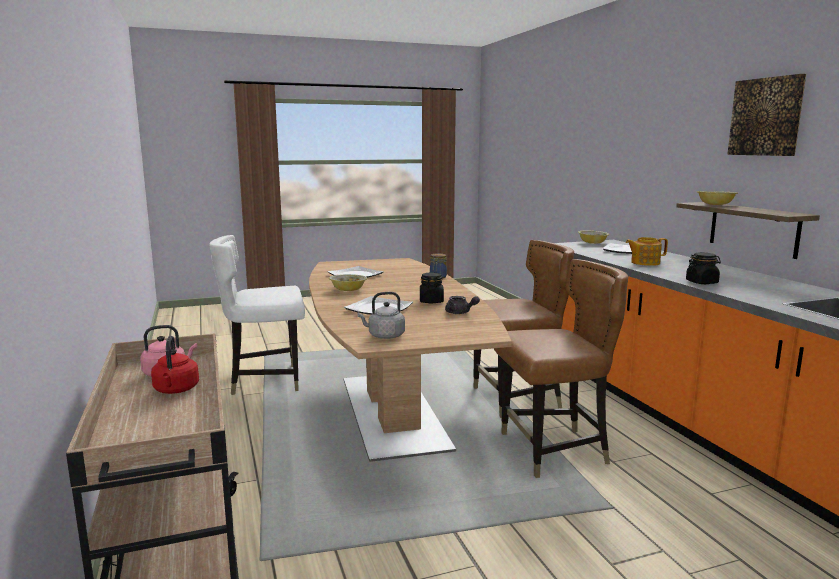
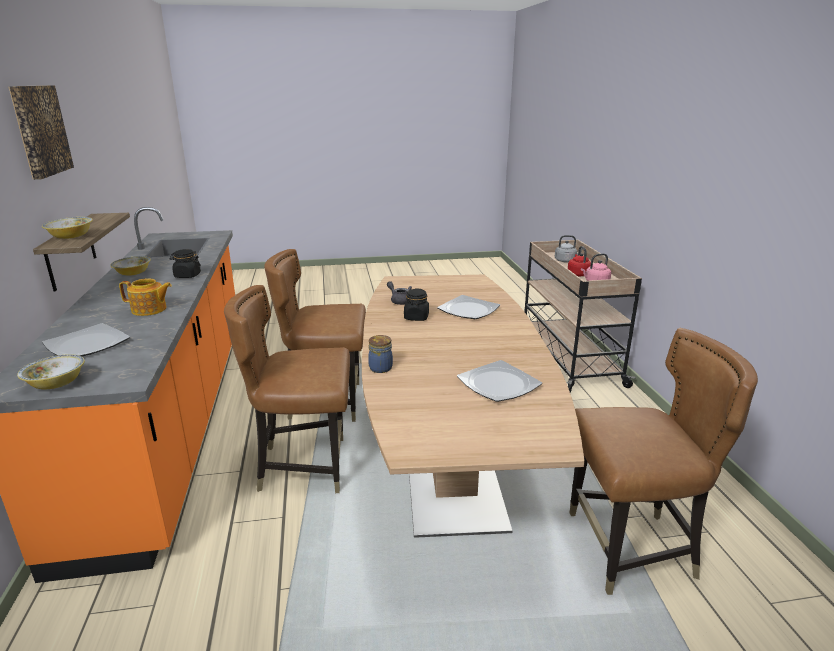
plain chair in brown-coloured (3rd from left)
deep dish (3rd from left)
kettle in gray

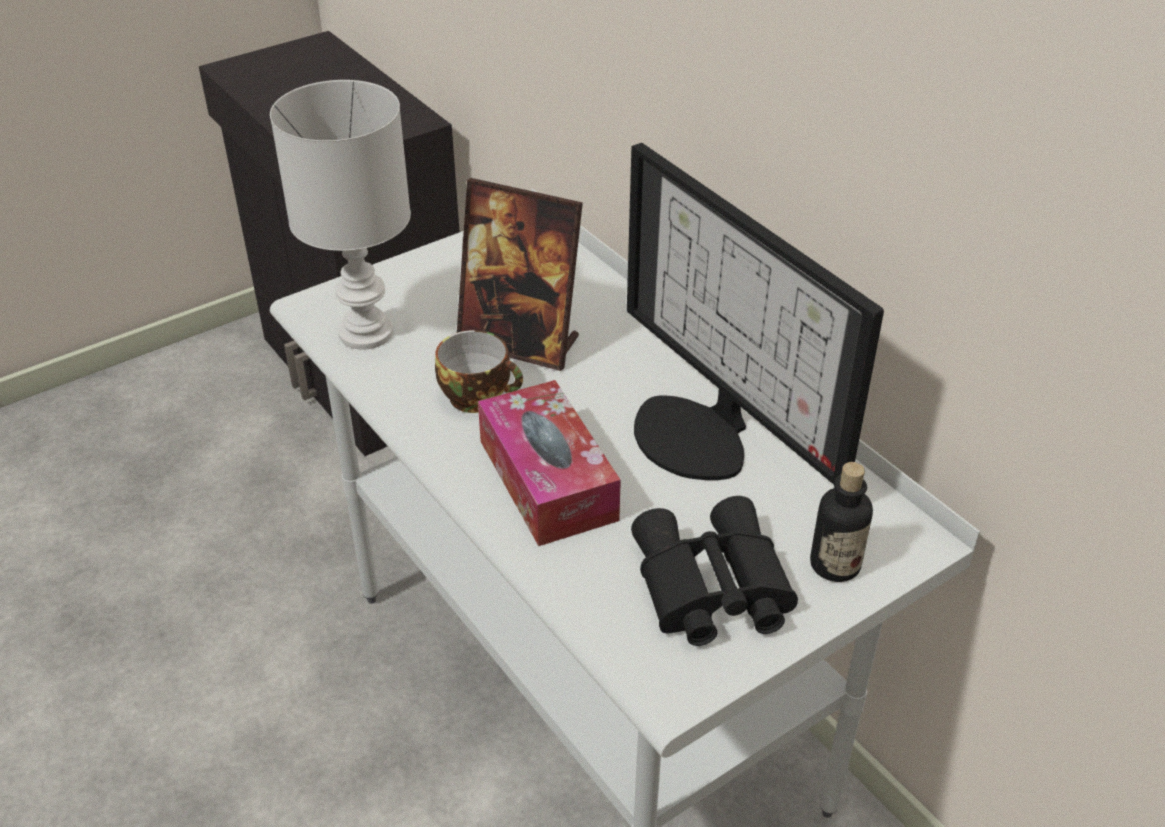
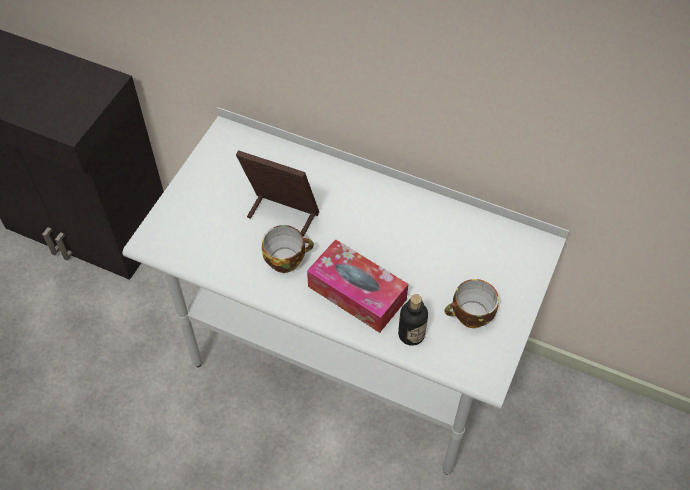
table lamp in white
standing frame
computer screen
small cup (2nd from left)
beverage bottle

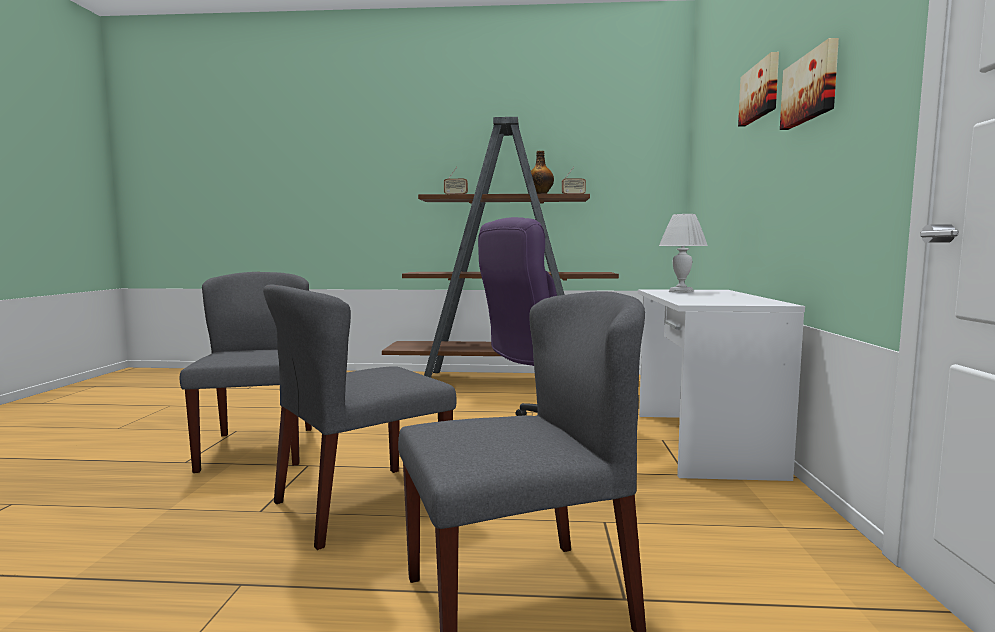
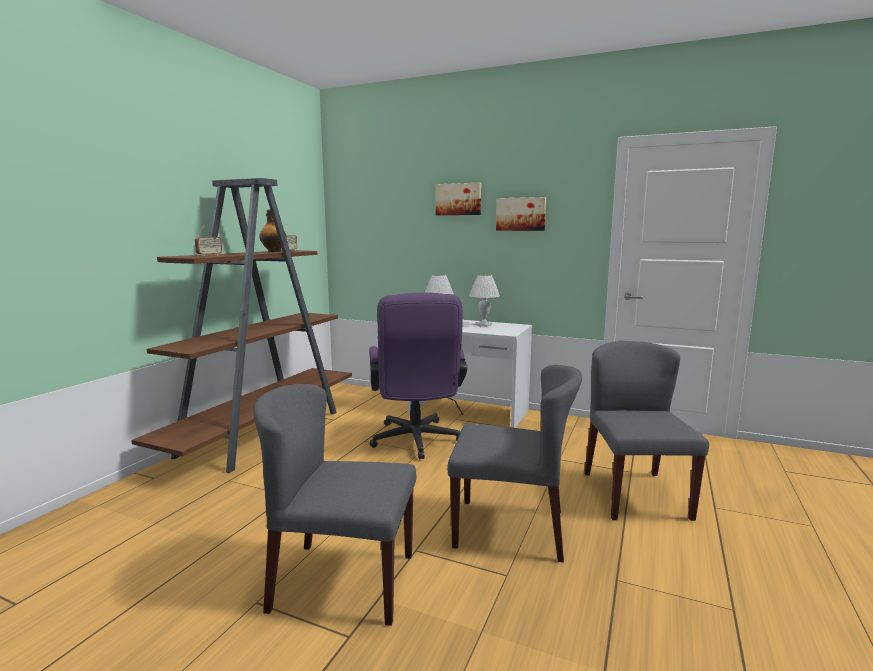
plain chair in gray (2nd from left)
table lamp in white (2nd from left)

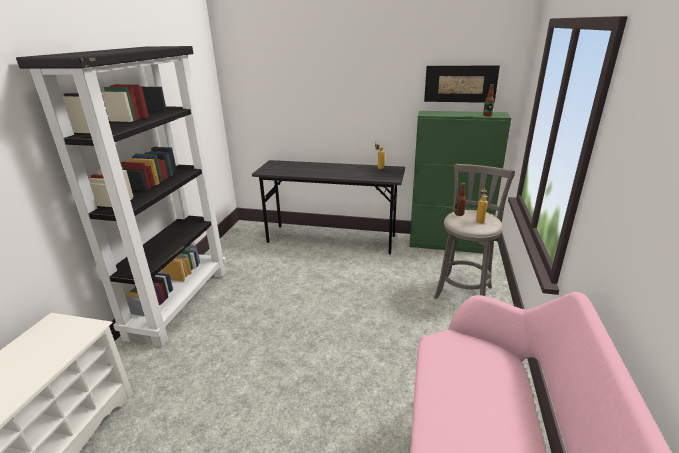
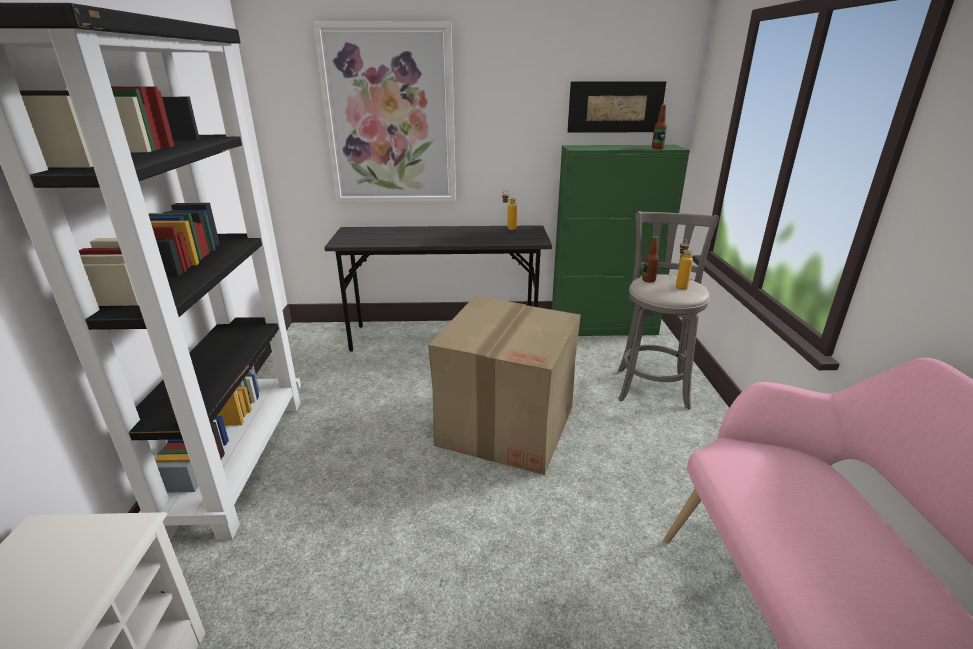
wall art (1st from left)
carton

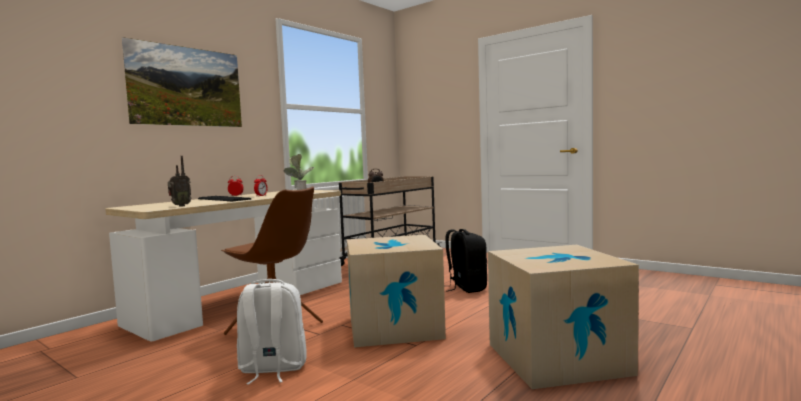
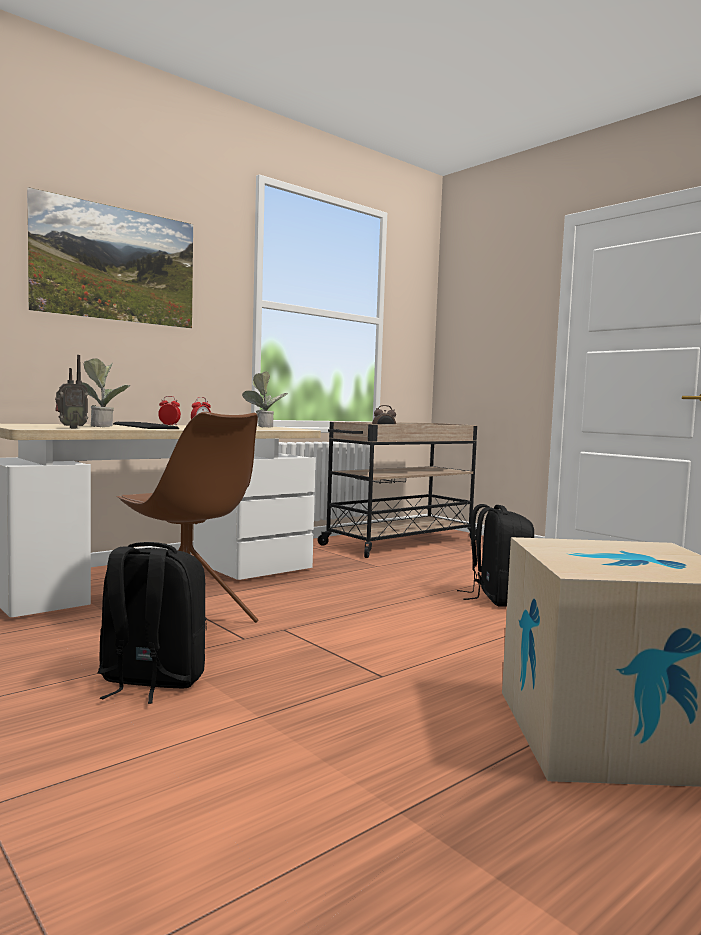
knapsack in blackish (1st from left)
carton (1st from left in the first image)
potted plant (1st from left)

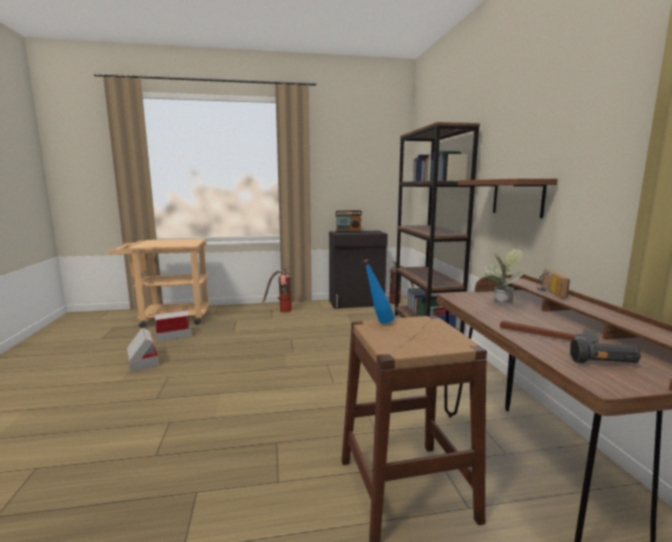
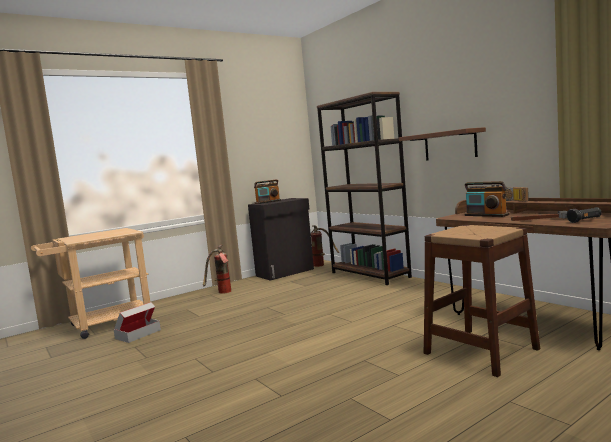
carton (1st from left in the first image)
beverage bottle in bluish
radio set (2nd from left)

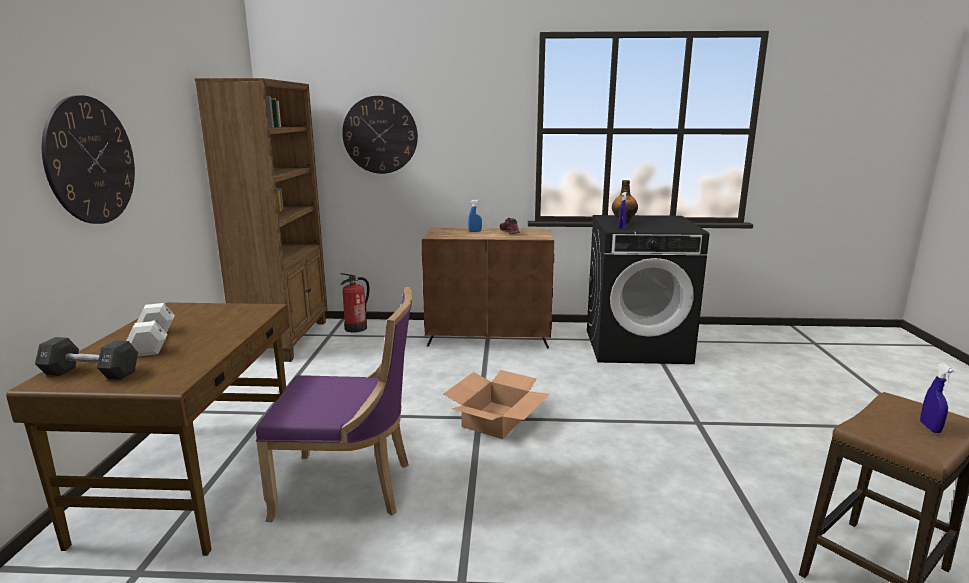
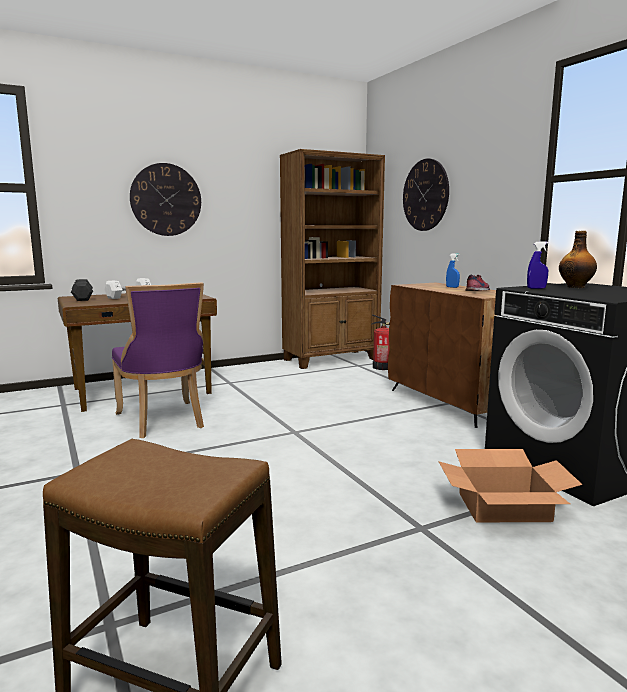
carton
sprayer in bluish (3rd from left in the first image)

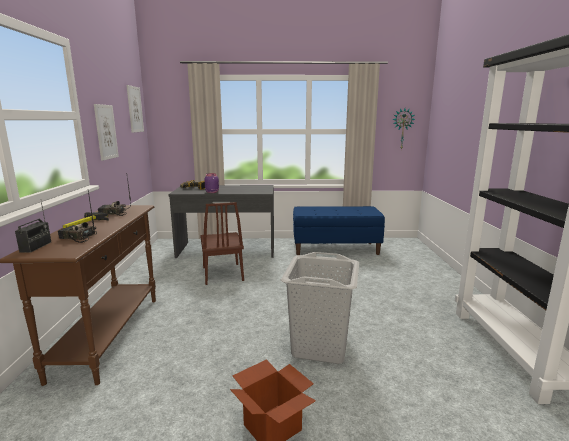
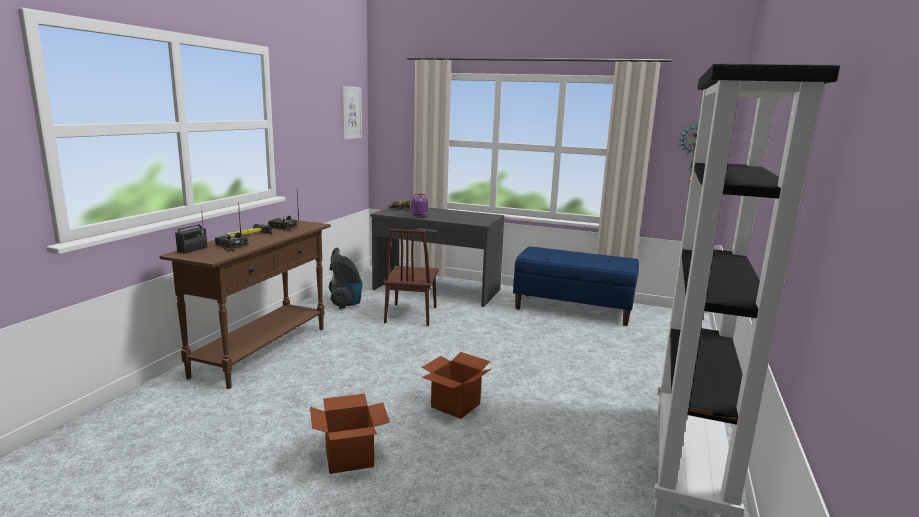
wall art (1st from left in the first image)
carton (2nd from left)
hoover

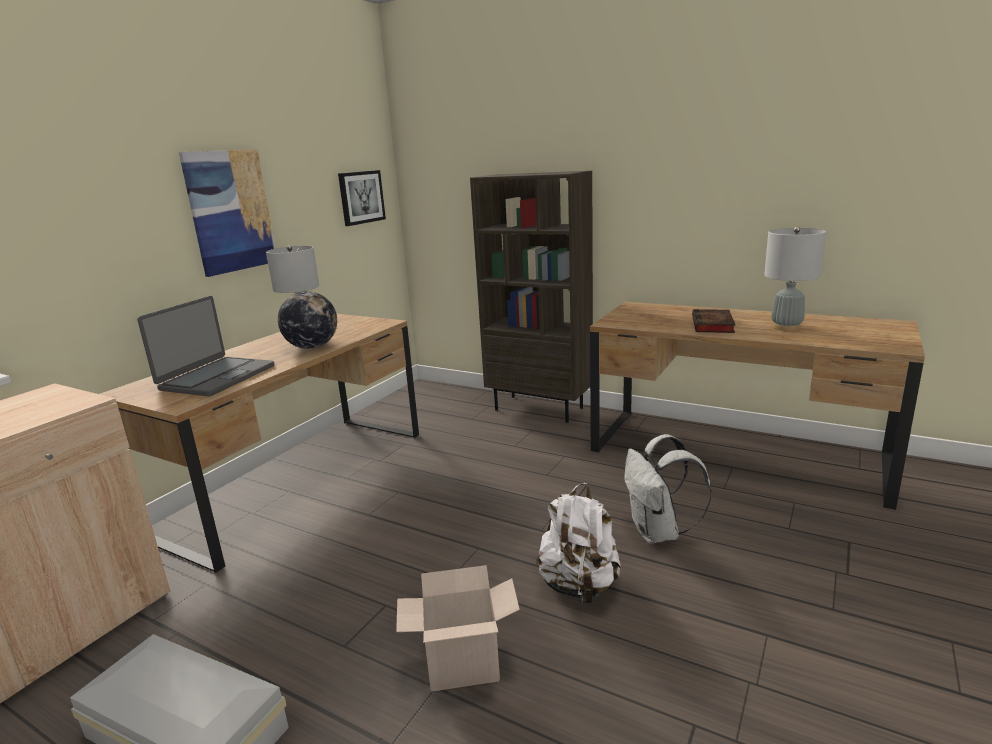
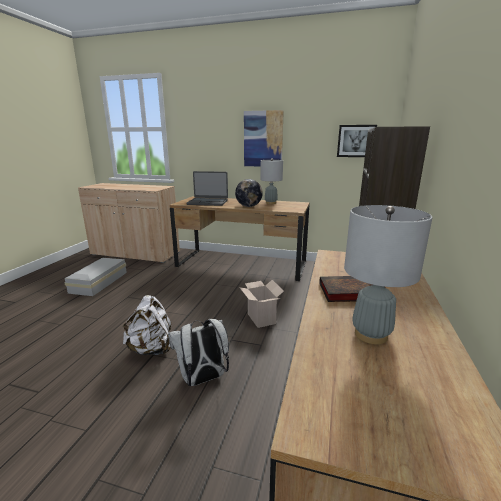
carton

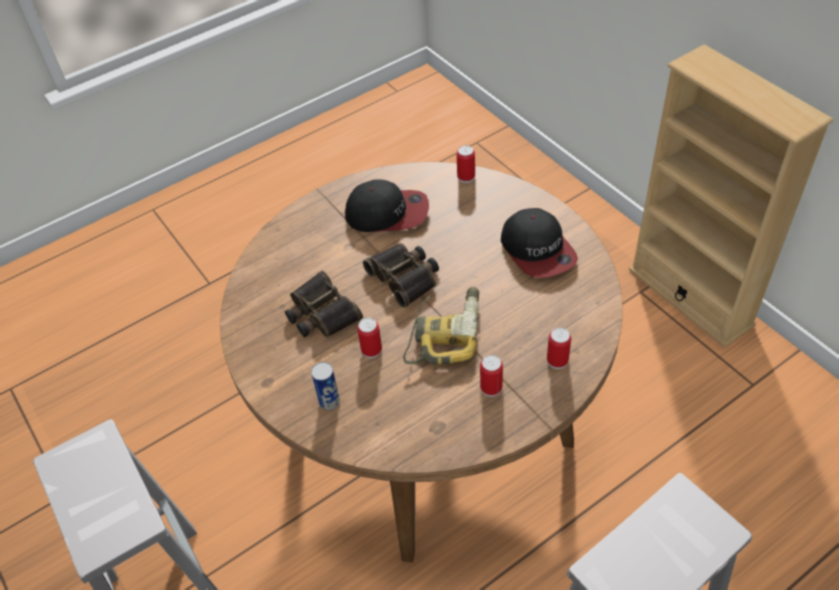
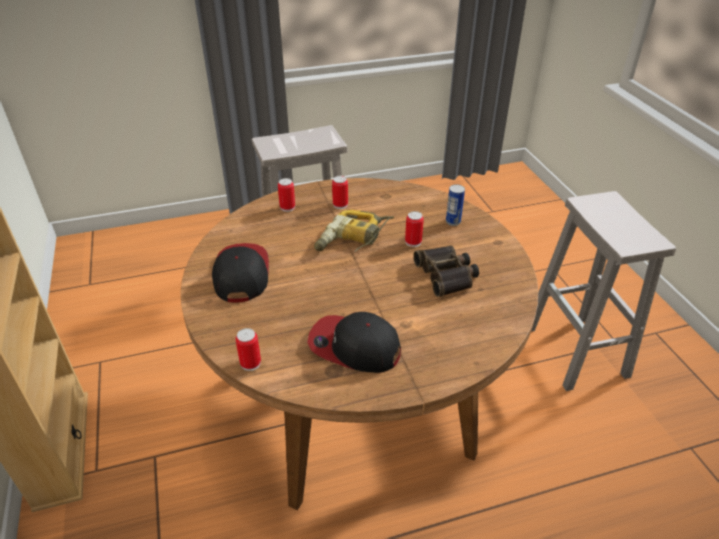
pair of binoculars (2nd from left in the first image)

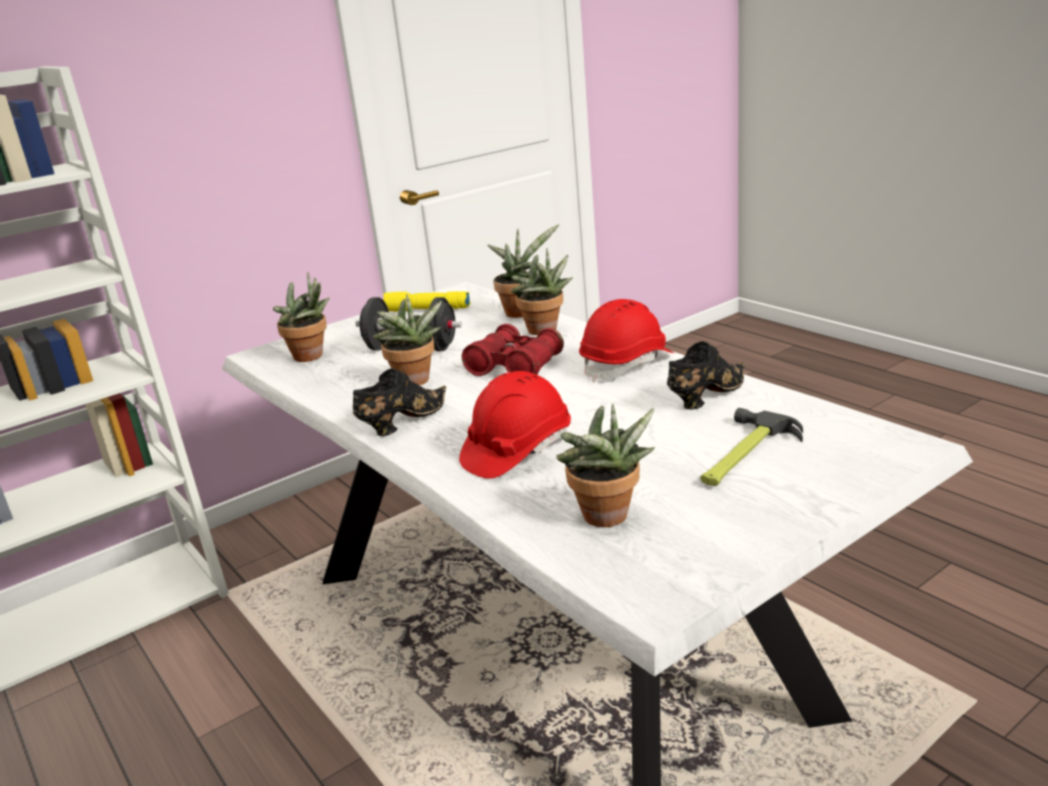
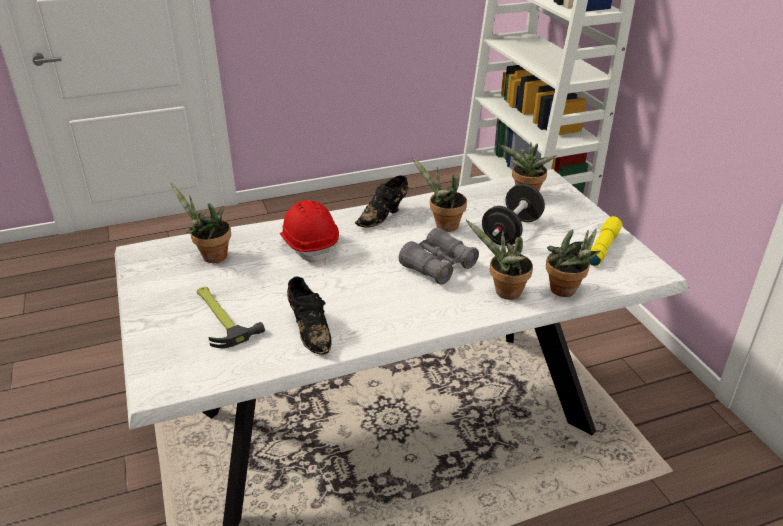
shoe in blackish (2nd from left)
pair of binoculars in gray
work helmet in red (2nd from left in the first image)

